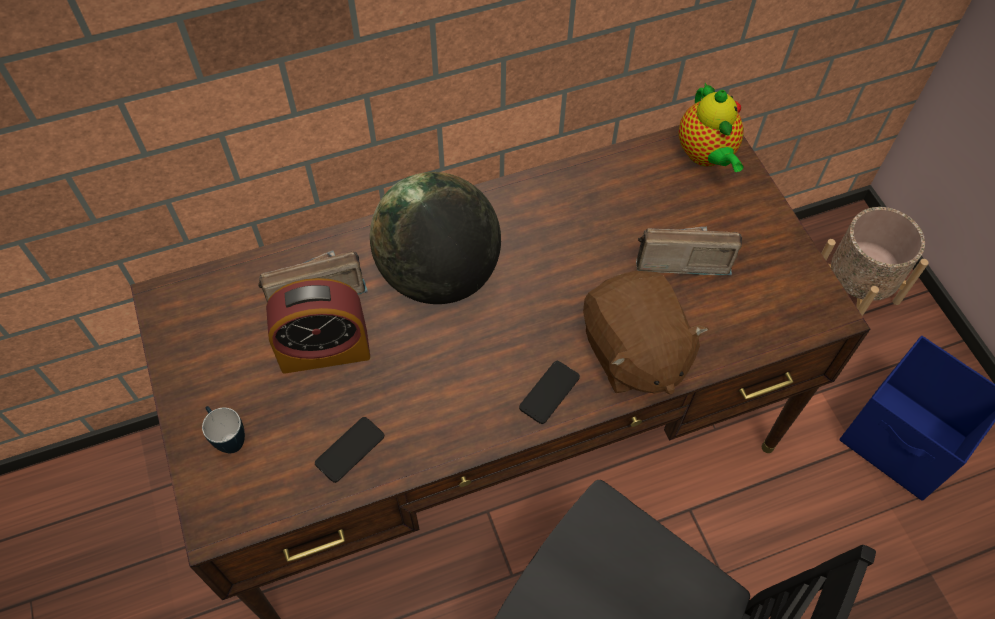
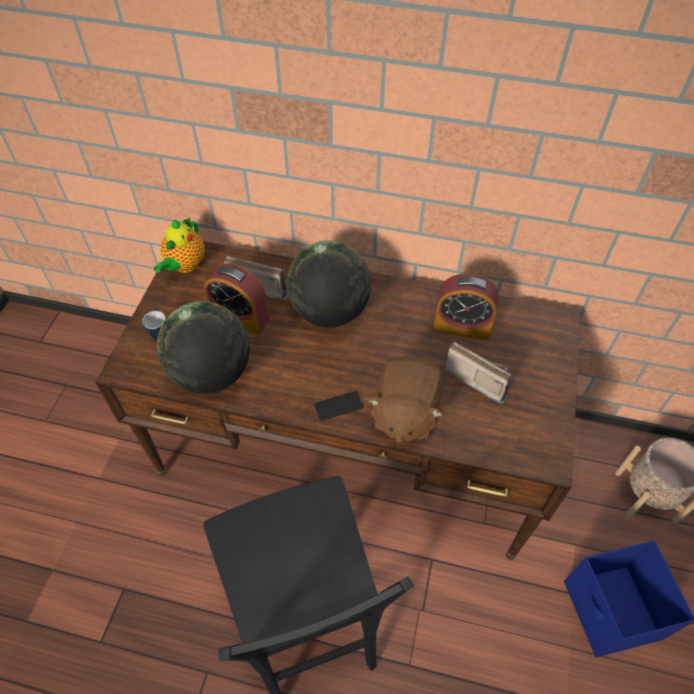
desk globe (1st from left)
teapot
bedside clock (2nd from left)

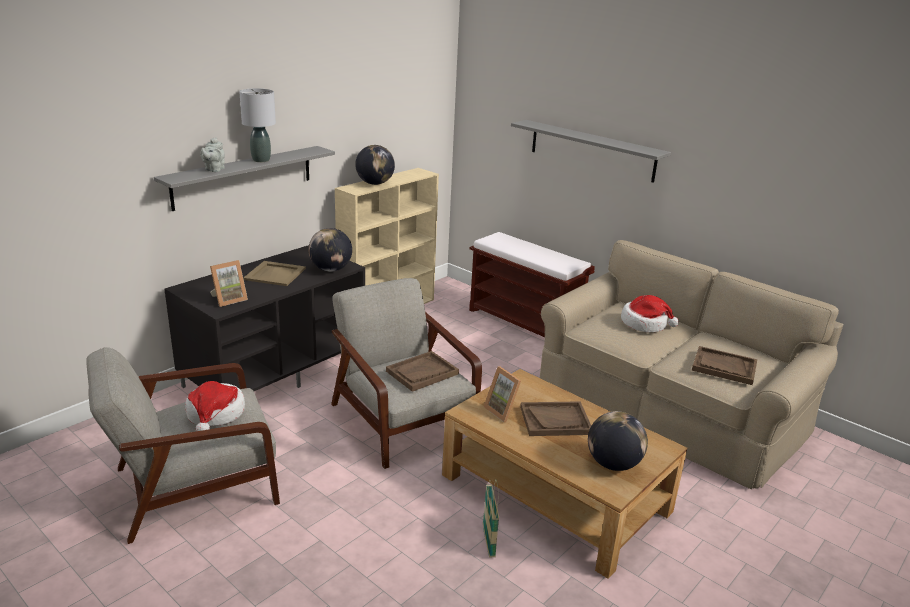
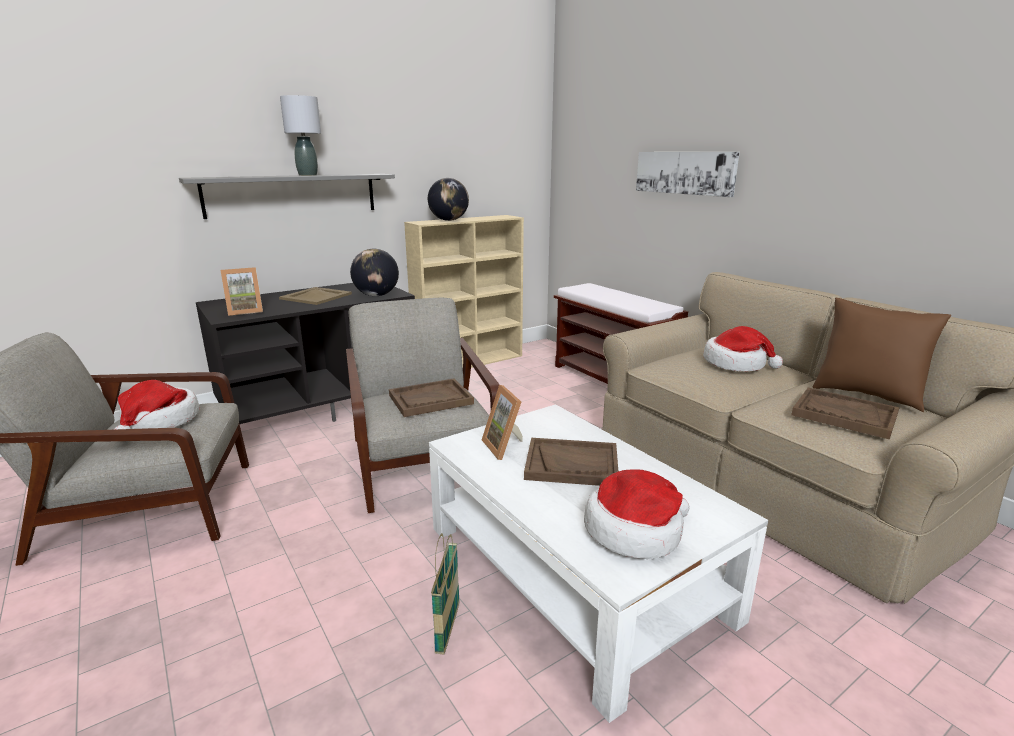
teapot in gray
low table in white
wall art
hat (2nd from left)
throw pillow in brown-coloured

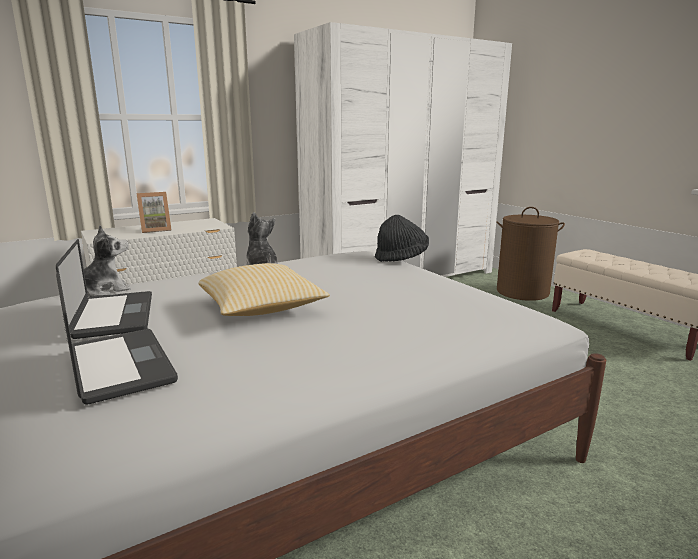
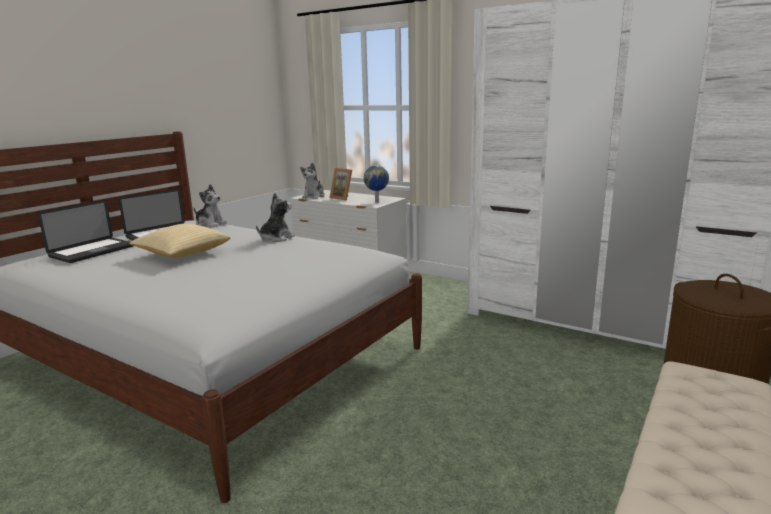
hat in blackish
plush toy (3rd from left)
desk globe

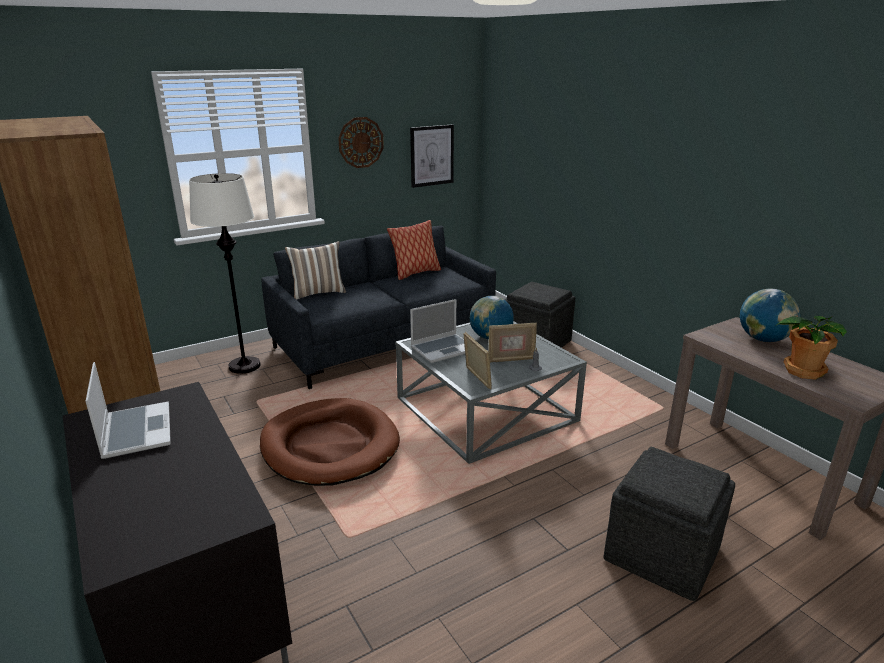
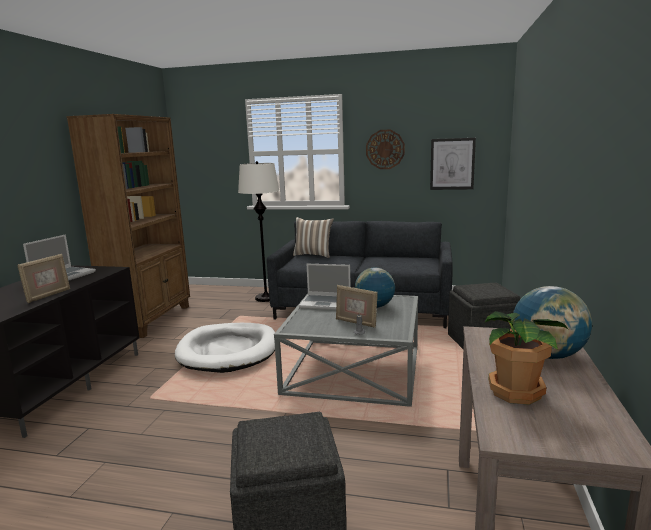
dog cushion in white
throw pillow (2nd from left in the first image)
standing frame (1st from left)

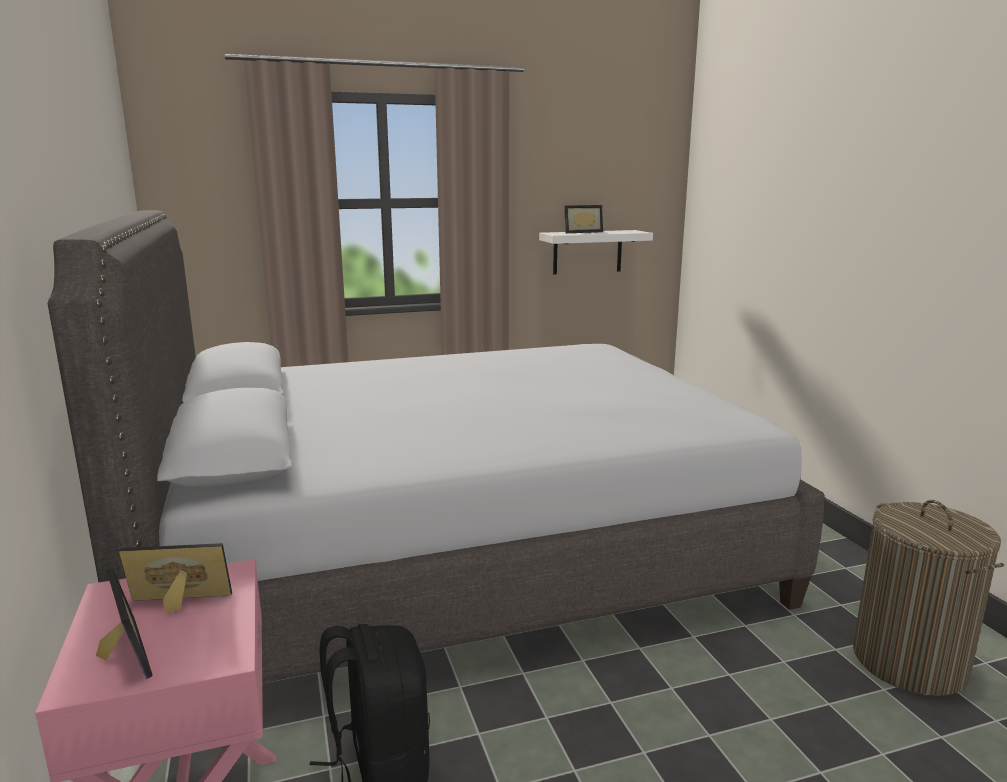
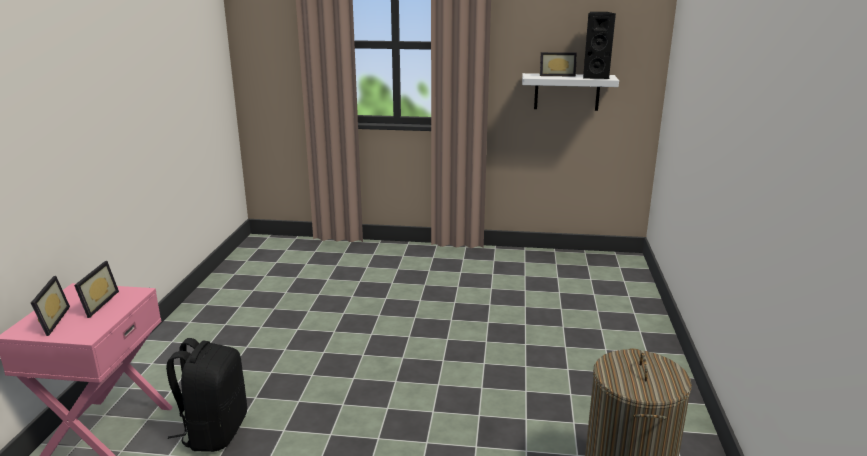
sleeping bed in gray
standing frame (2nd from left)
audio speaker in blackish

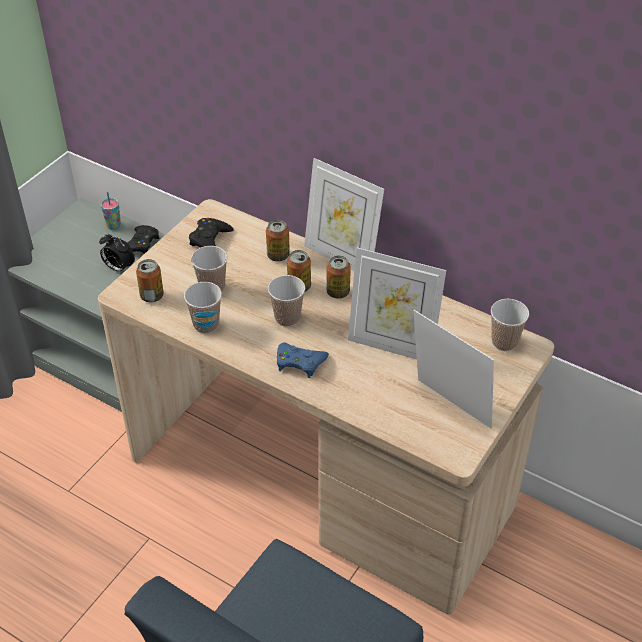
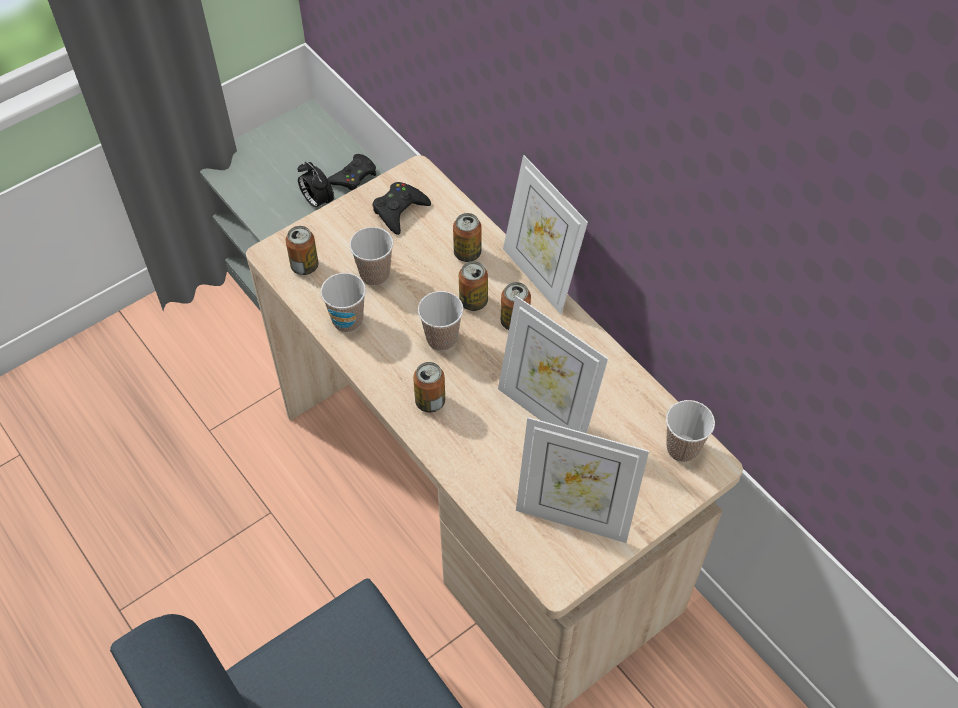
small cup (1st from left in the first image)
sealed can (2nd from left)
standing frame (3rd from left)

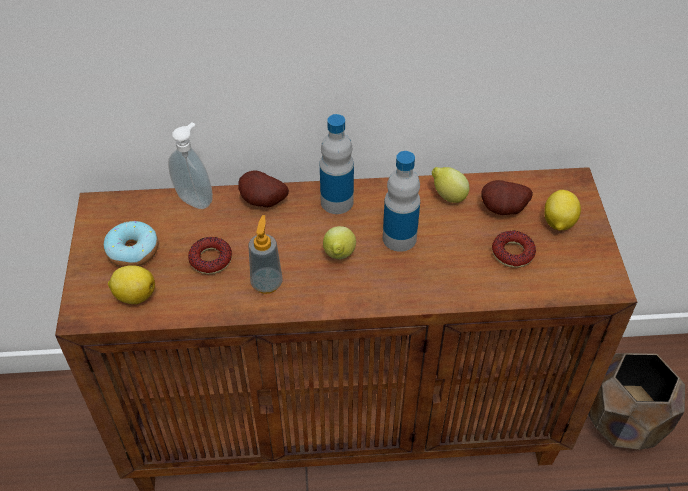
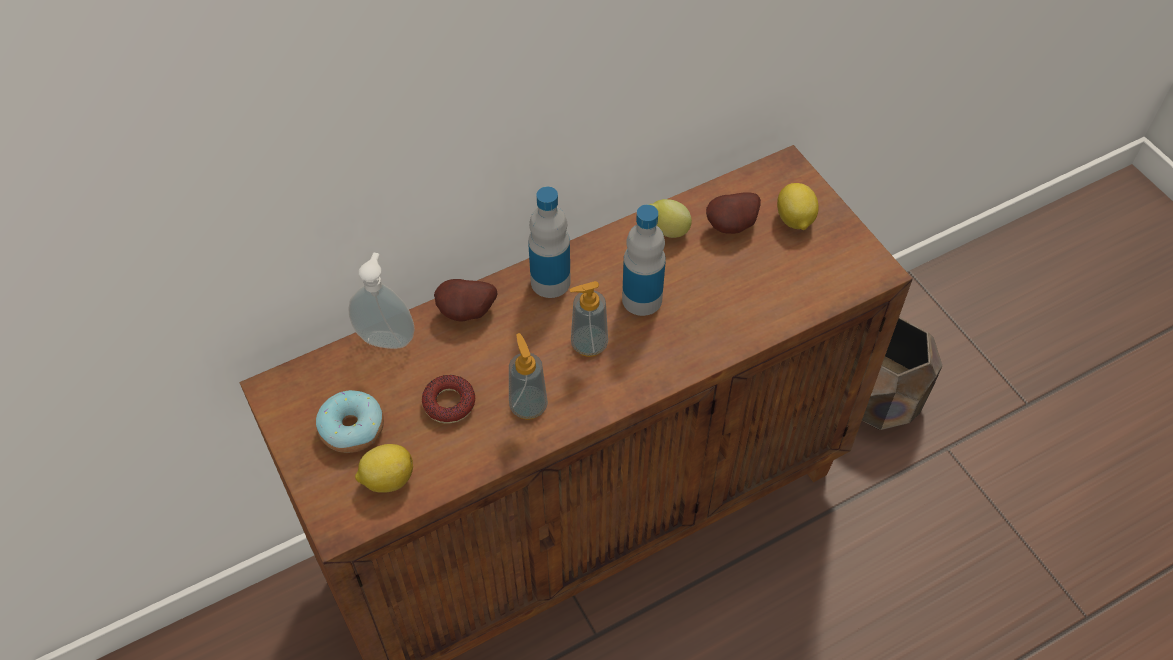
liquid soap bottle (3rd from left)
doughnut (3rd from left in the first image)

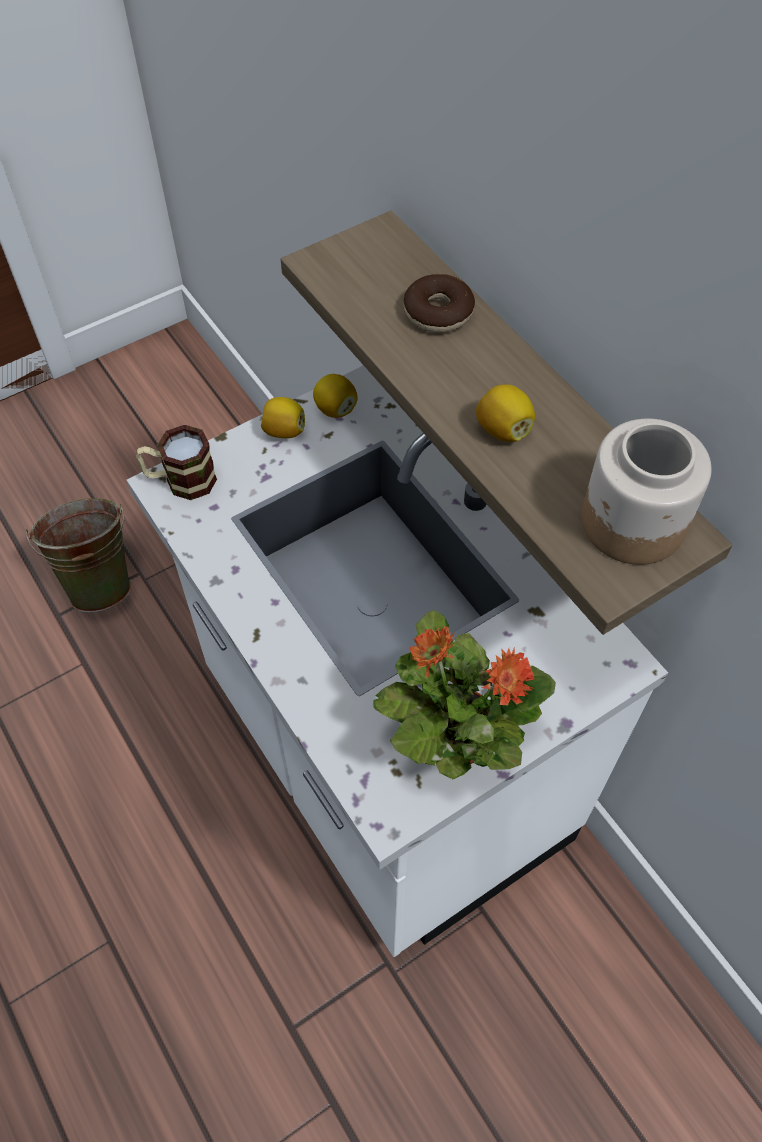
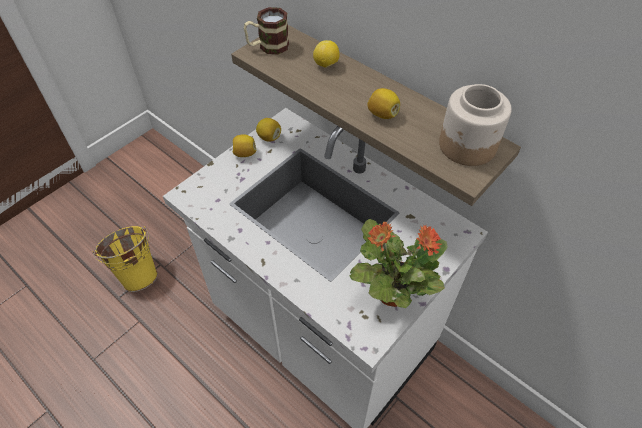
water bucket in yellowish
tea mug
lemon (3rd from left)

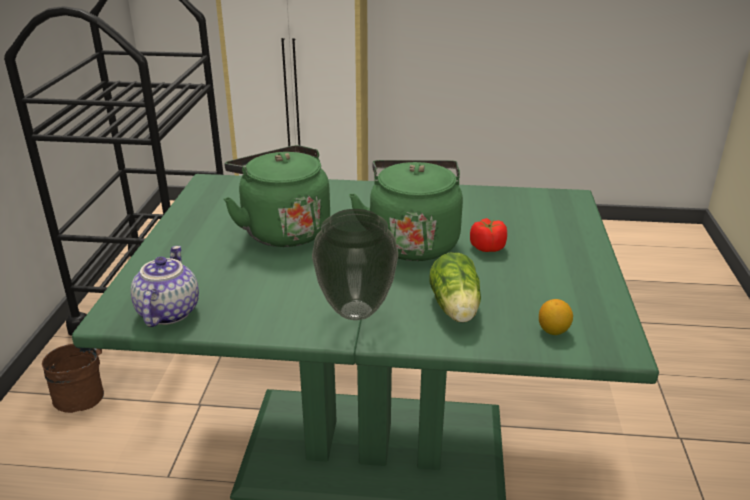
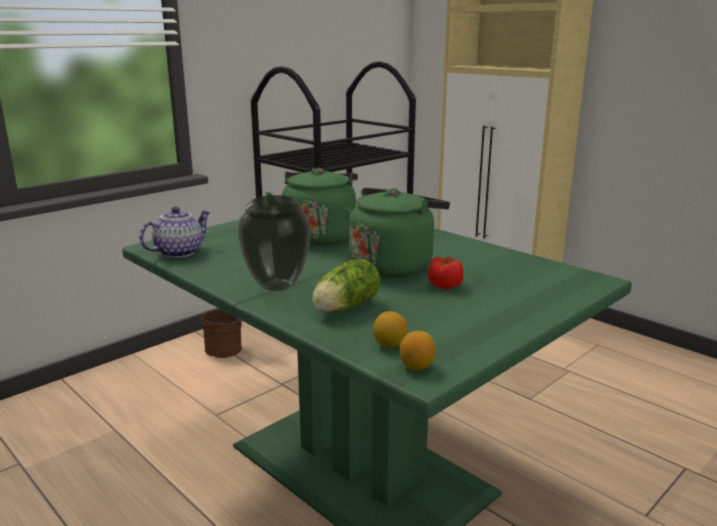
lemon (2nd from left)

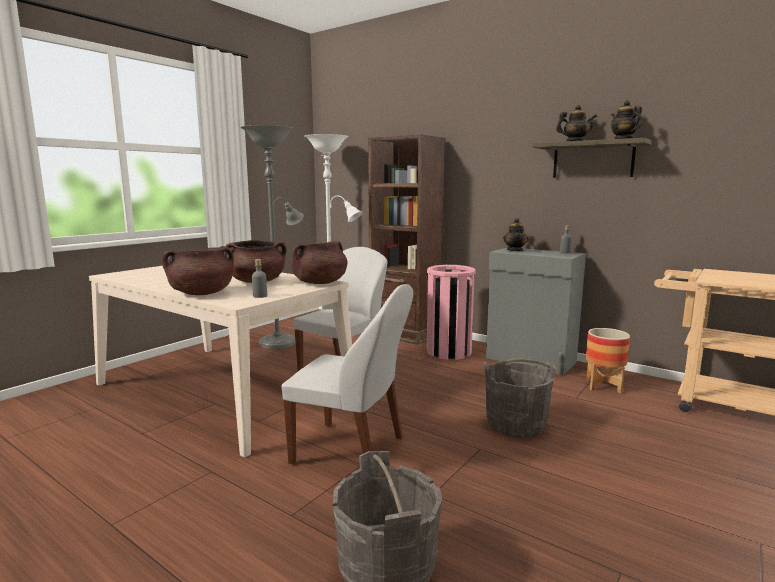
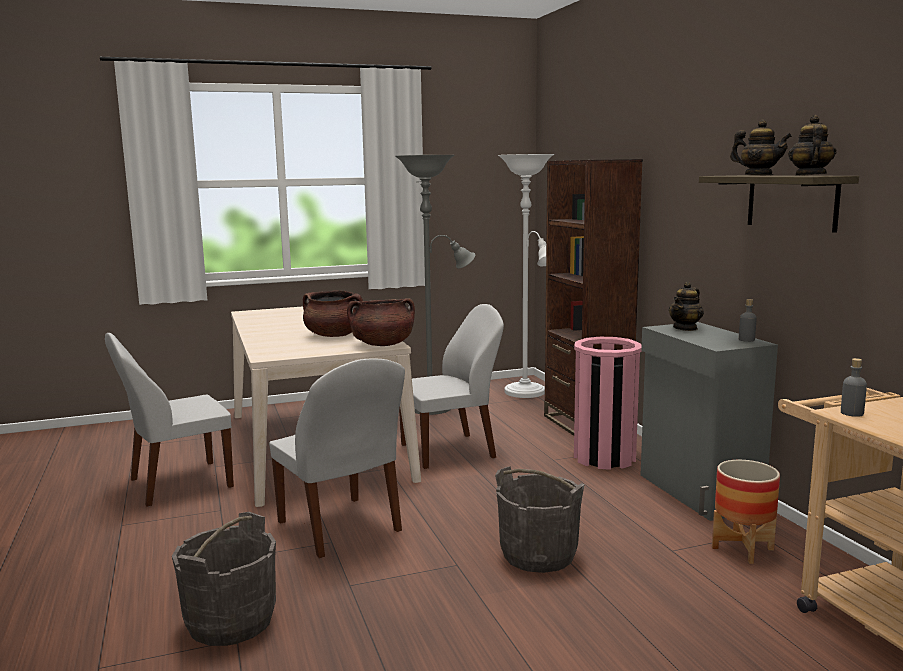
stockpot in brown-coloured (1st from left in the first image)
beverage bottle in gray (2nd from left)
plain chair in white (1st from left)

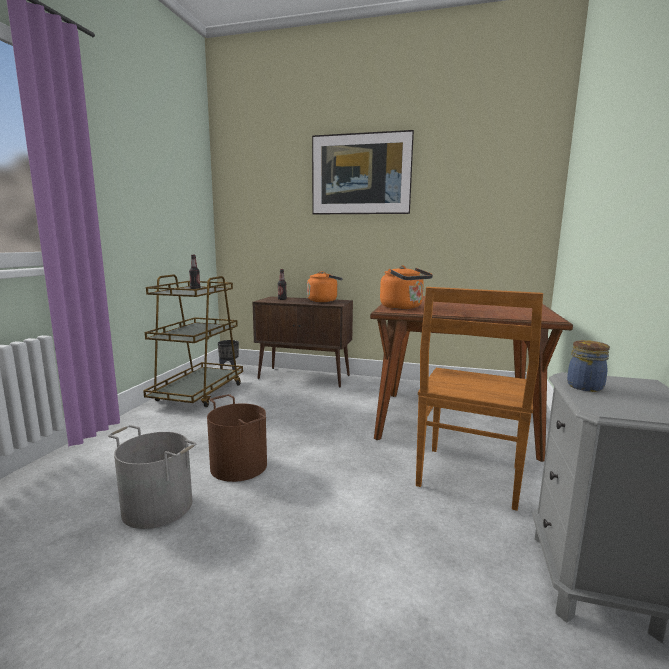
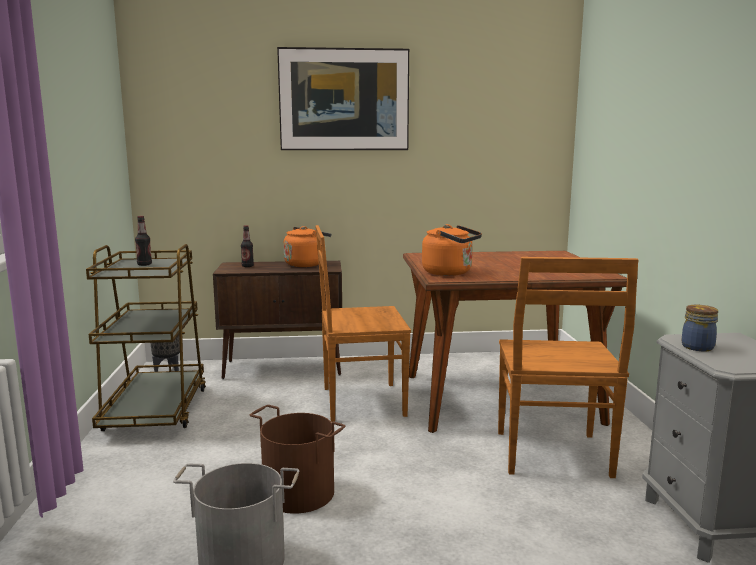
plain chair in brown-coloured (1st from left)

